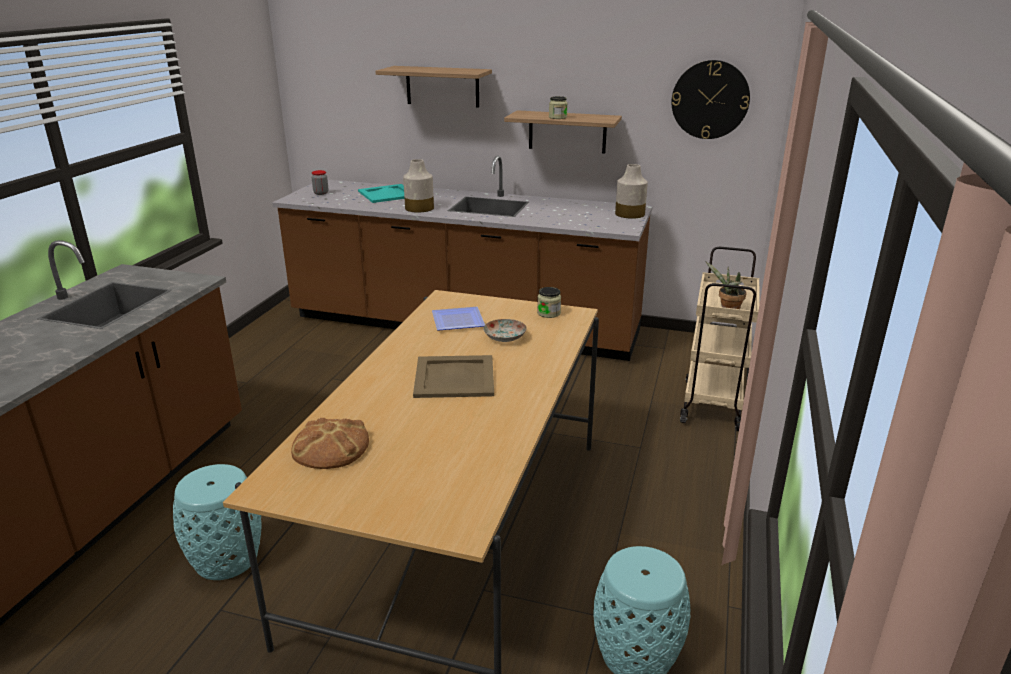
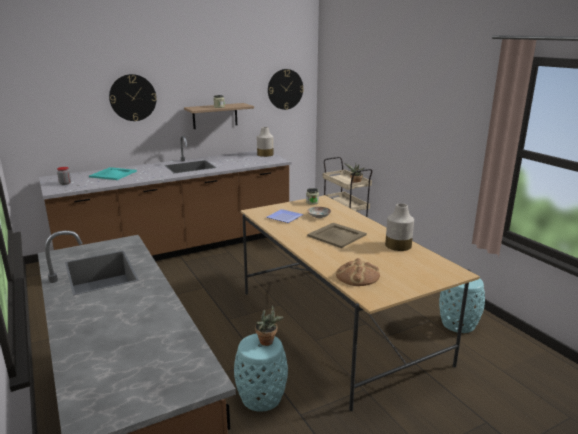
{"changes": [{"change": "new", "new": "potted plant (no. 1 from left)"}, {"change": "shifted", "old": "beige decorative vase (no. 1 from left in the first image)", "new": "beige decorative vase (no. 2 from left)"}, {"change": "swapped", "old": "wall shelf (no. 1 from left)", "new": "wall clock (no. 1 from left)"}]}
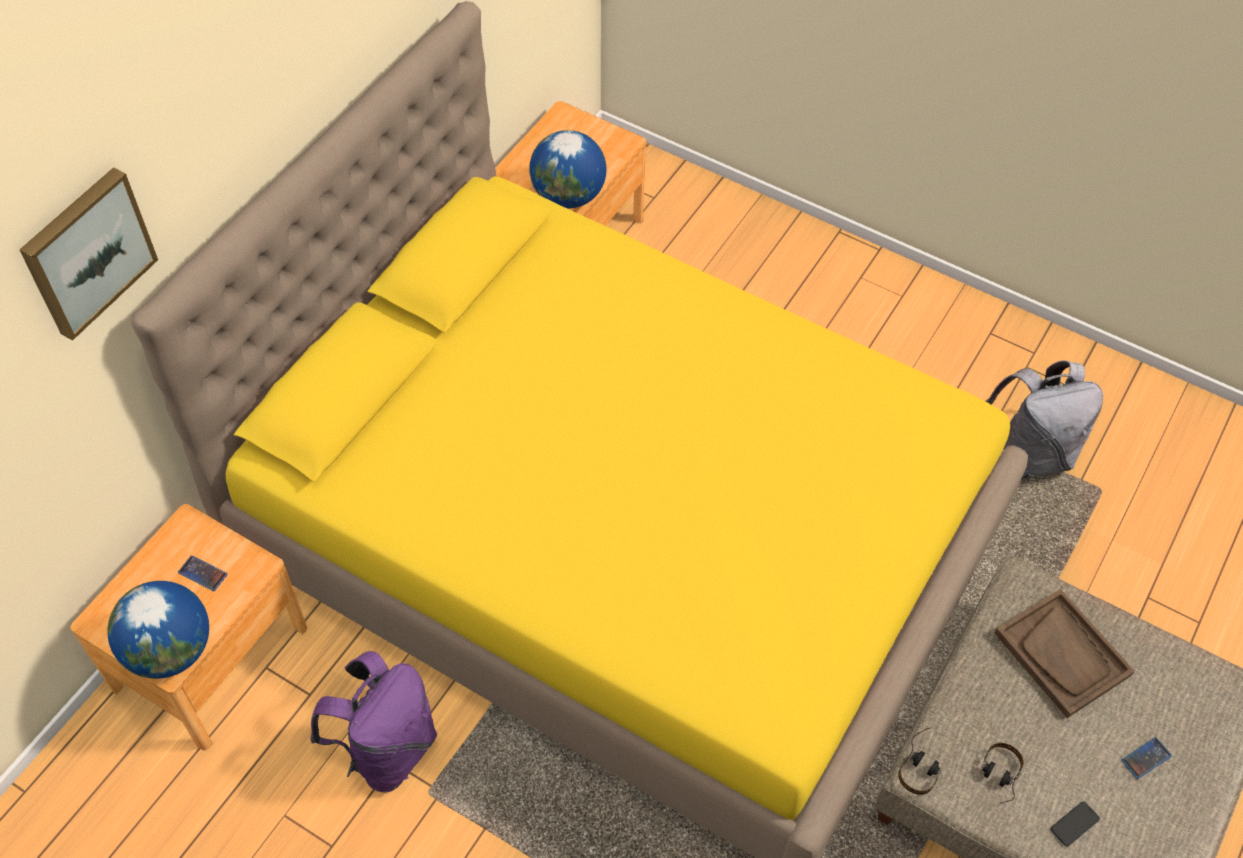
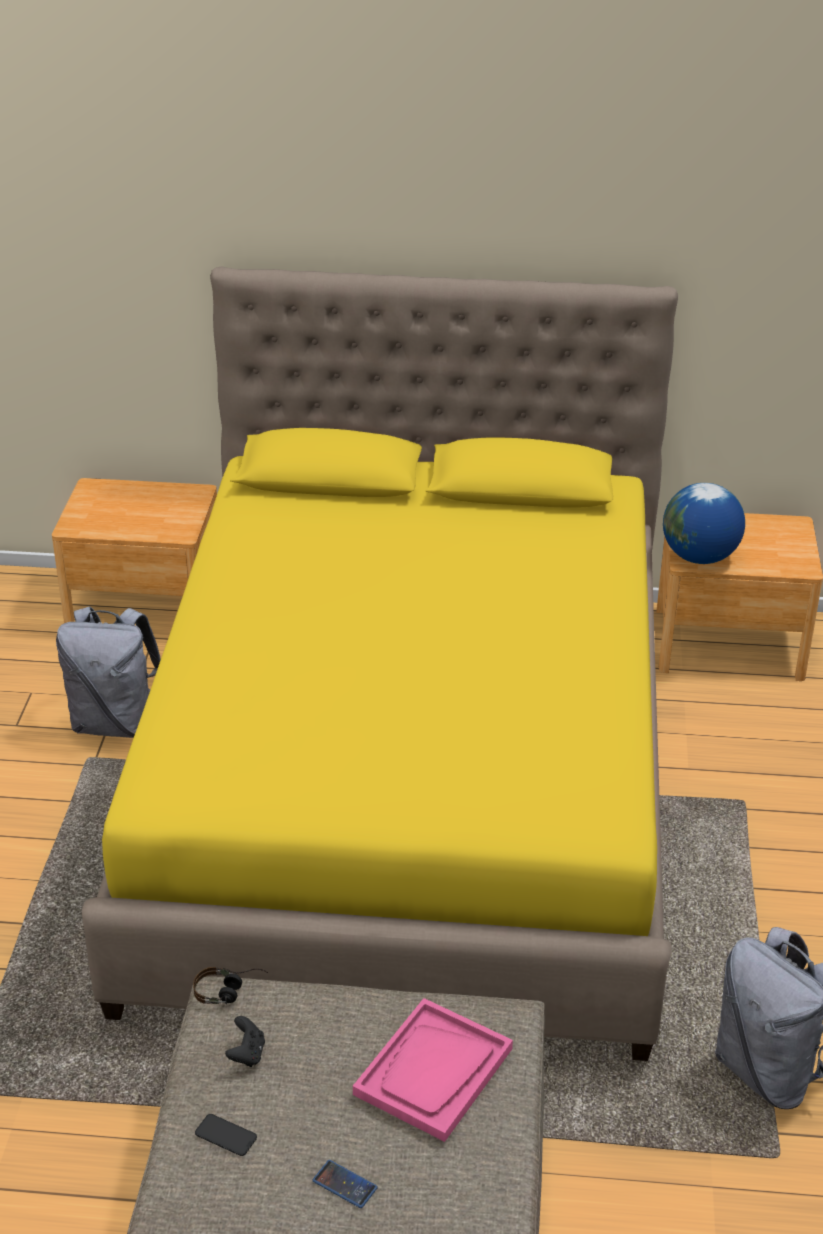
{"changes": [{"change": "gone", "old": "wall picture"}, {"change": "gone", "old": "globe (no. 1 from left)"}, {"change": "gone", "old": "handset (no. 1 from left)"}, {"change": "swapped", "old": "headphones (no. 2 from left)", "new": "black joypad"}, {"change": "repainted", "old": "purplish knapsack", "new": "grey knapsack (no. 1 from left)"}, {"change": "repainted", "old": "brown carrying tray", "new": "pinkish carrying tray"}]}
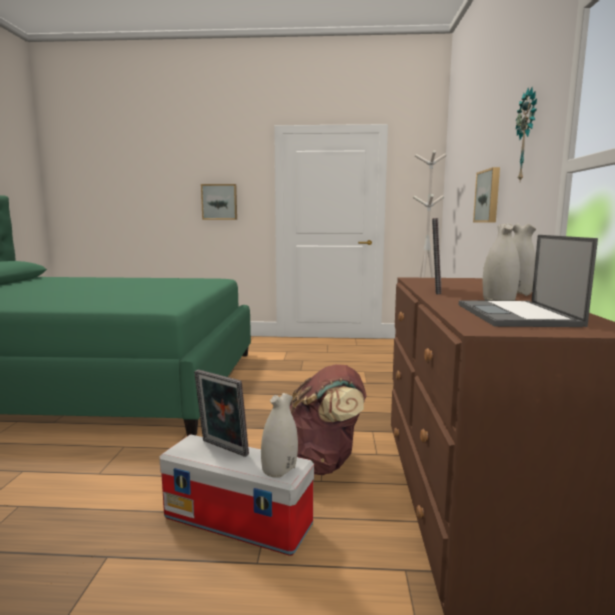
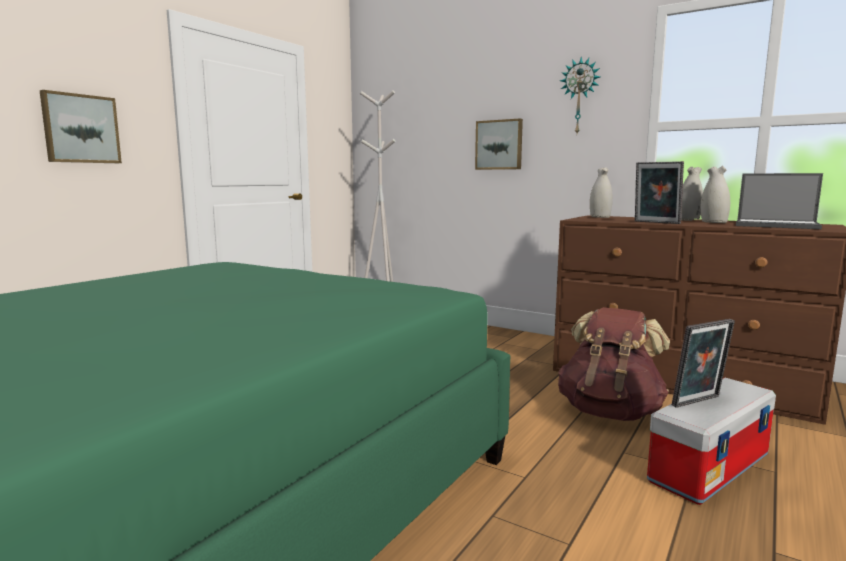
{"changes": [{"change": "shifted", "old": "whitish decorative vase (no. 1 from left)"}]}
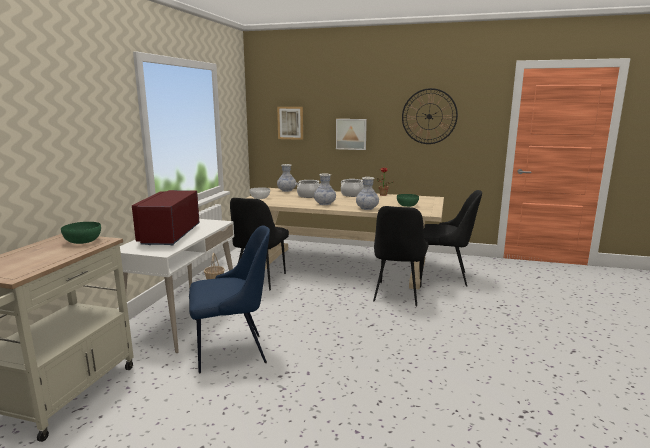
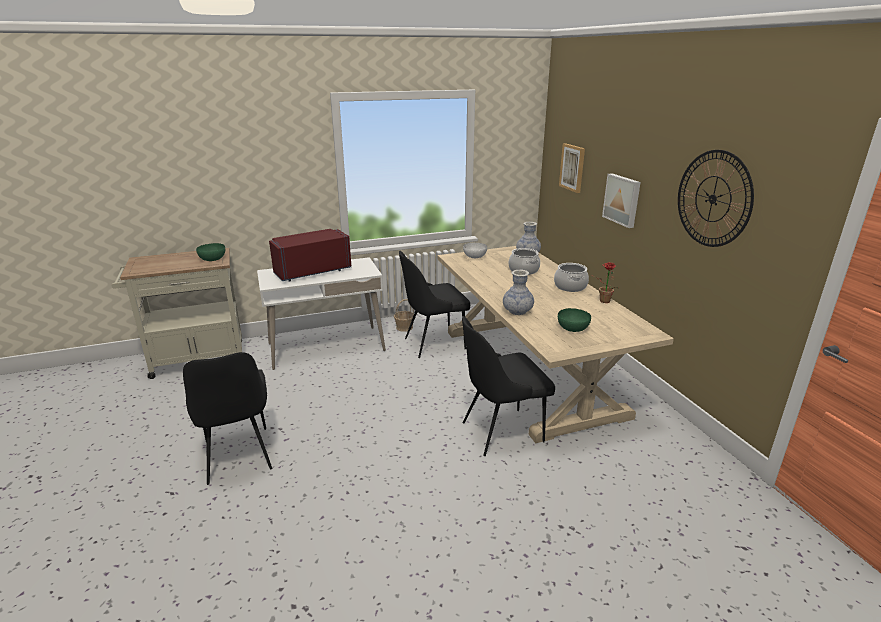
{"changes": [{"change": "gone", "old": "blue chair"}, {"change": "gone", "old": "decorative vase (no. 2 from left)"}, {"change": "shifted", "old": "black chair (no. 3 from left in the first image)", "new": "black chair (no. 1 from left)"}]}
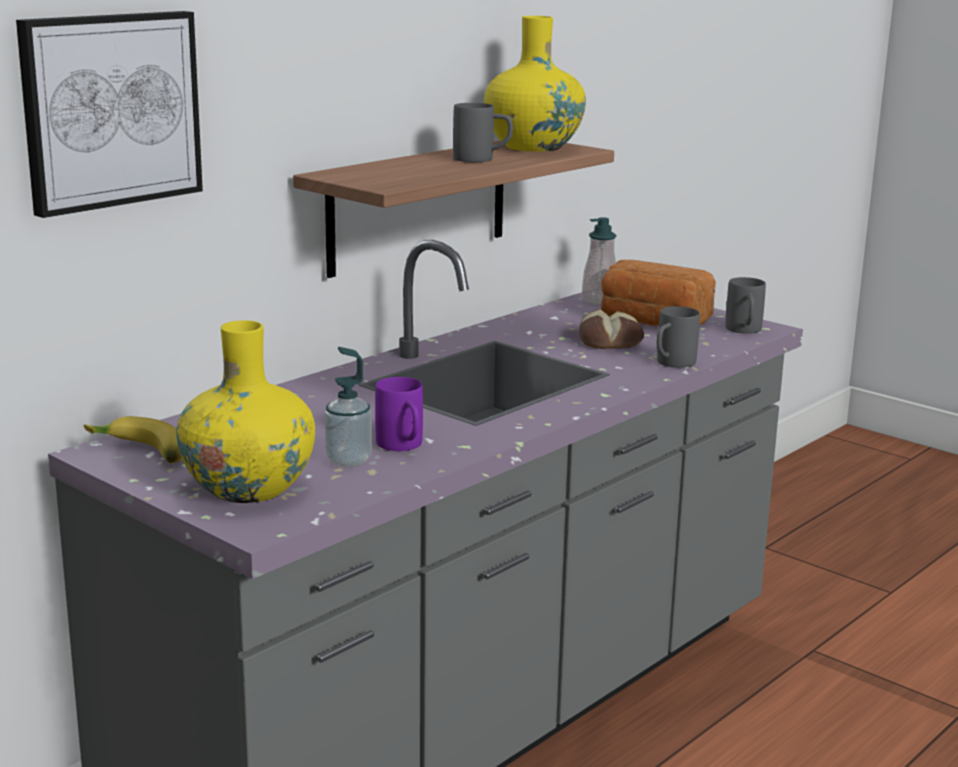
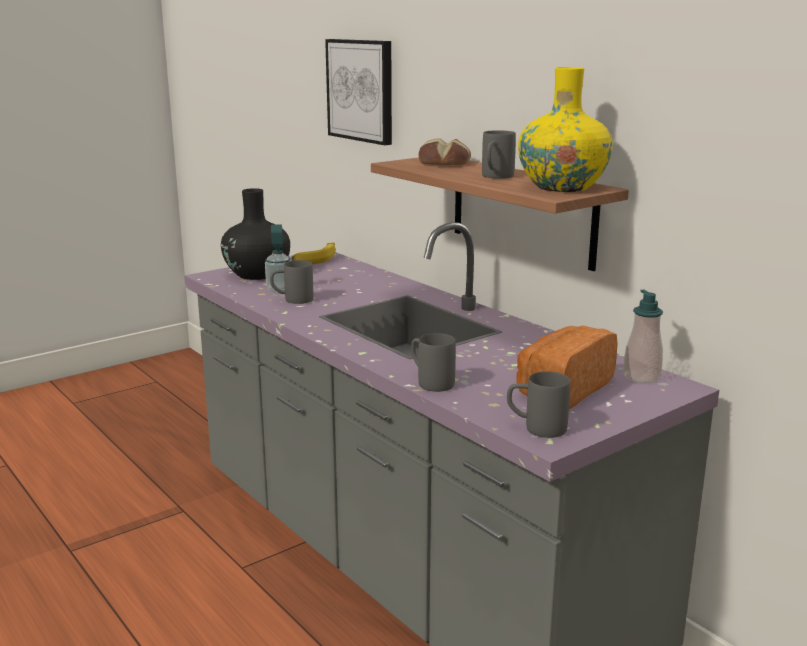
{"changes": [{"change": "shifted", "old": "bread (no. 1 from left)"}, {"change": "repainted", "old": "yellow-coloured decorative vase (no. 1 from left)", "new": "black decorative vase"}, {"change": "repainted", "old": "purplish tea mug", "new": "grey tea mug (no. 1 from left)"}]}
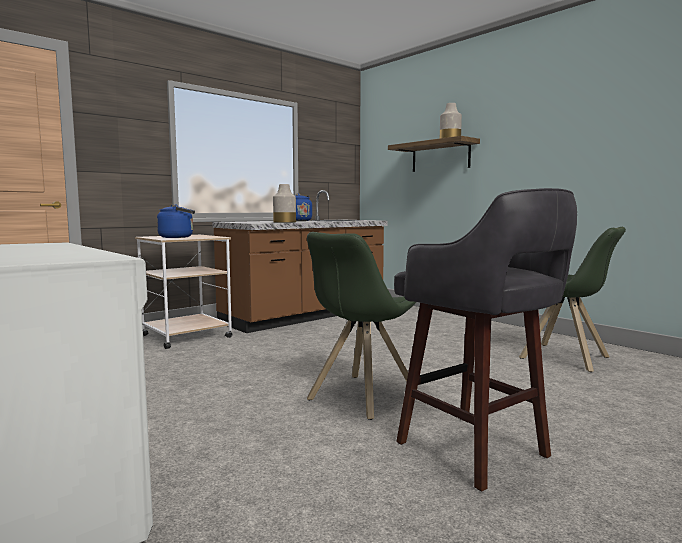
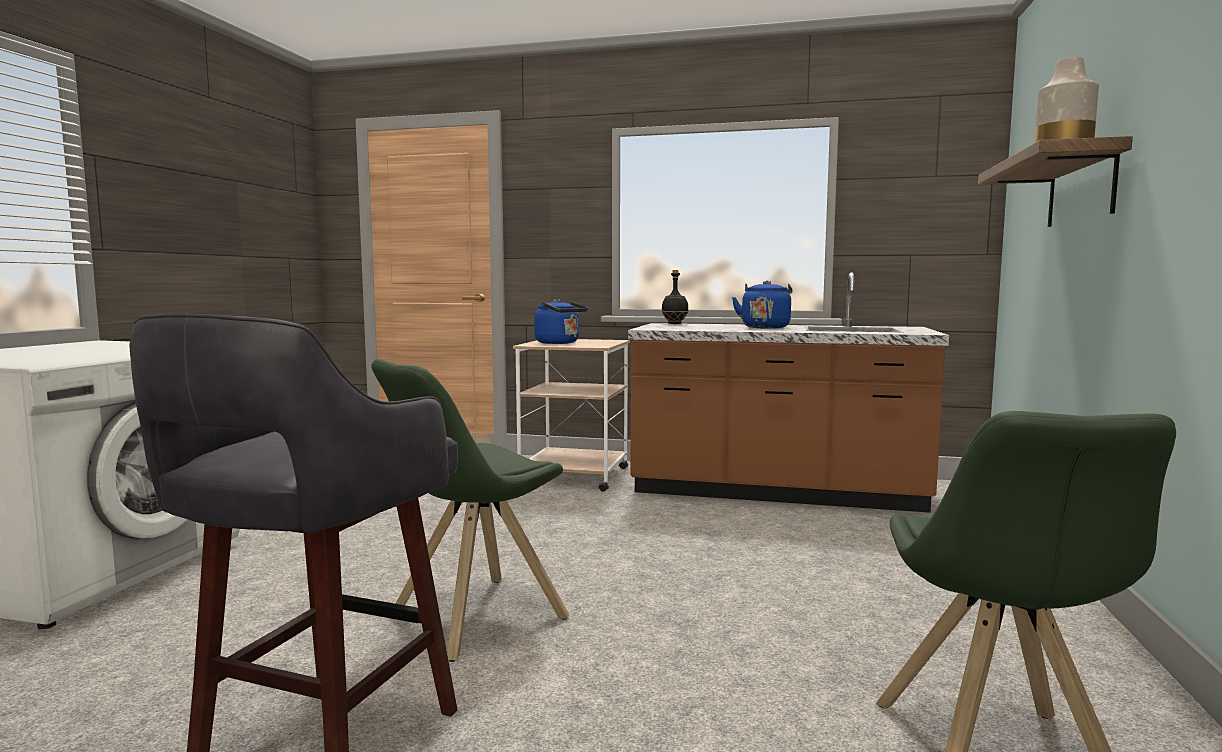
{"changes": [{"change": "gone", "old": "beige decorative vase (no. 1 from left)"}, {"change": "new", "new": "black beverage bottle"}, {"change": "rotated", "old": "greenish chair (no. 1 from left)", "degrees": -45}]}
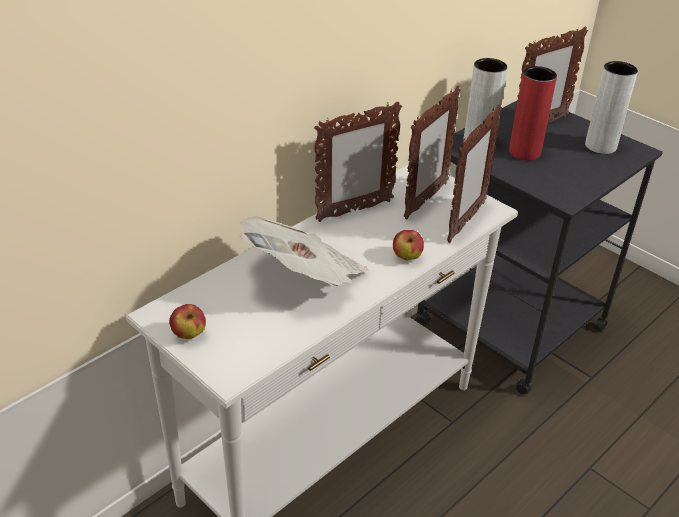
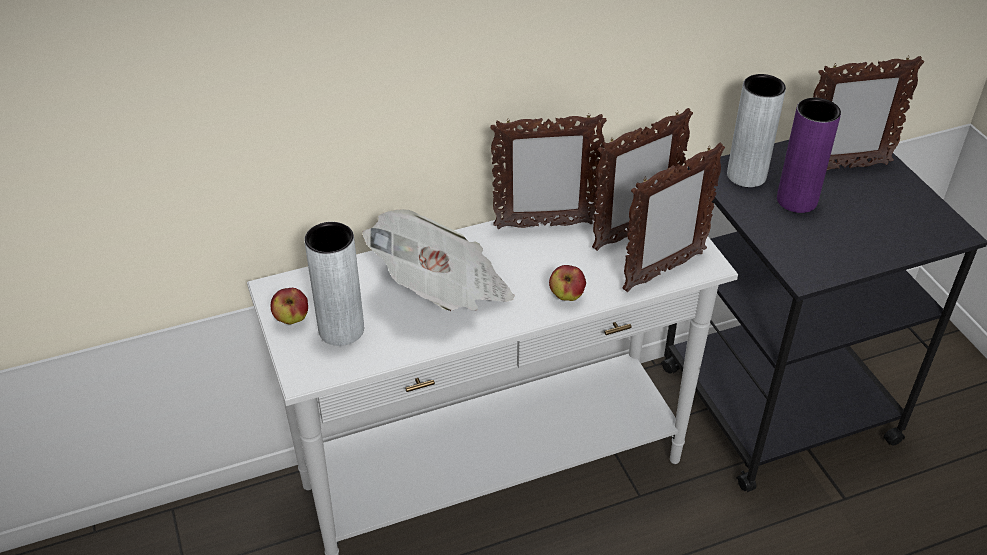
{"changes": [{"change": "shifted", "old": "grey decorative vase (no. 2 from left in the first image)", "new": "grey decorative vase (no. 1 from left)"}, {"change": "repainted", "old": "reddish decorative vase", "new": "purplish decorative vase"}]}
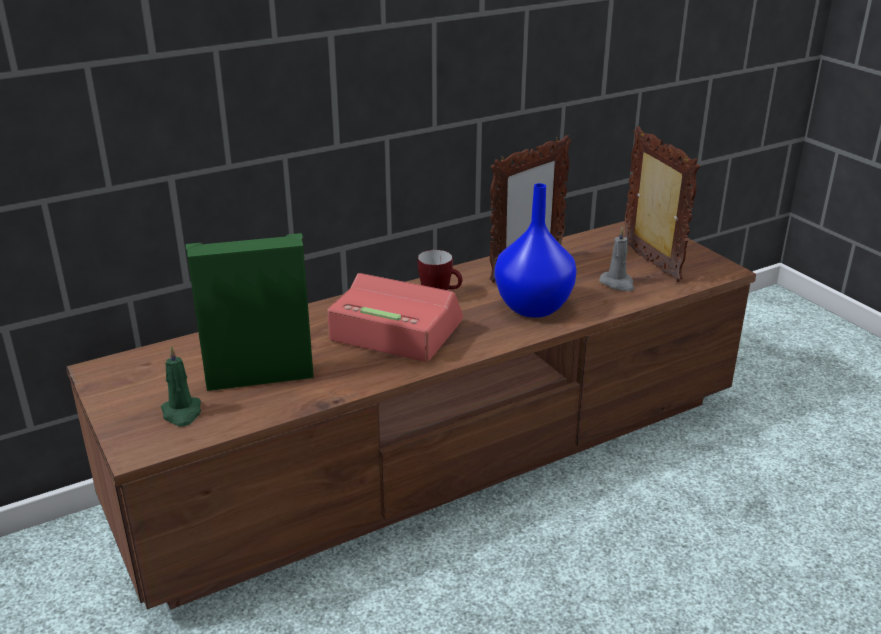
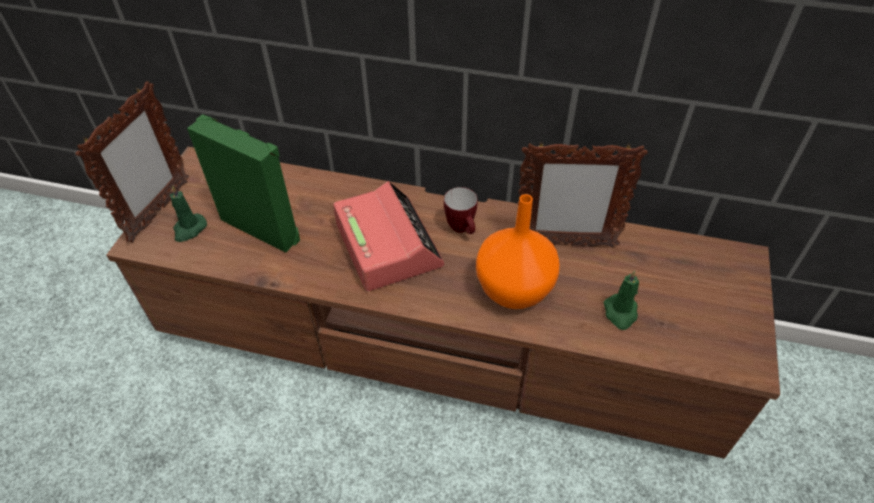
{"changes": [{"change": "shifted", "old": "standing frame (no. 2 from left in the first image)", "new": "standing frame (no. 1 from left)"}, {"change": "repainted", "old": "blue decorative vase", "new": "orangey decorative vase"}, {"change": "repainted", "old": "grey candle", "new": "greenish candle (no. 2 from left)"}]}
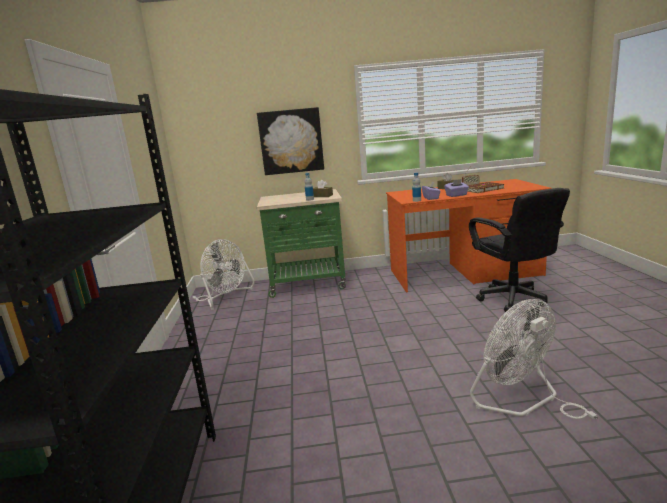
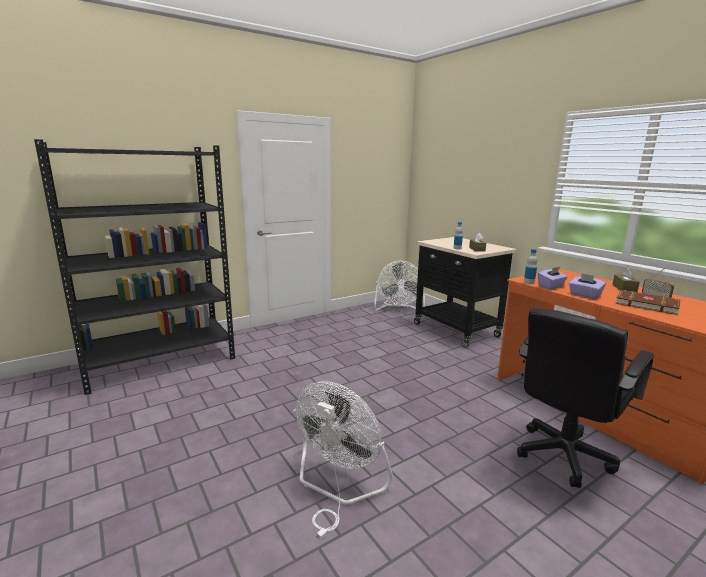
{"changes": [{"change": "gone", "old": "wall picture"}, {"change": "repainted", "old": "greenish cart", "new": "black cart"}]}
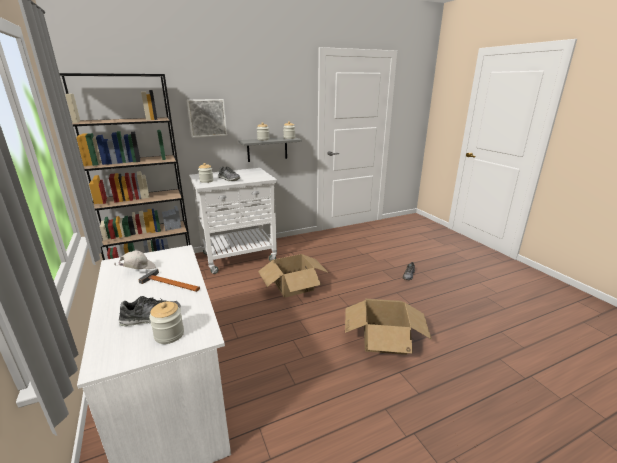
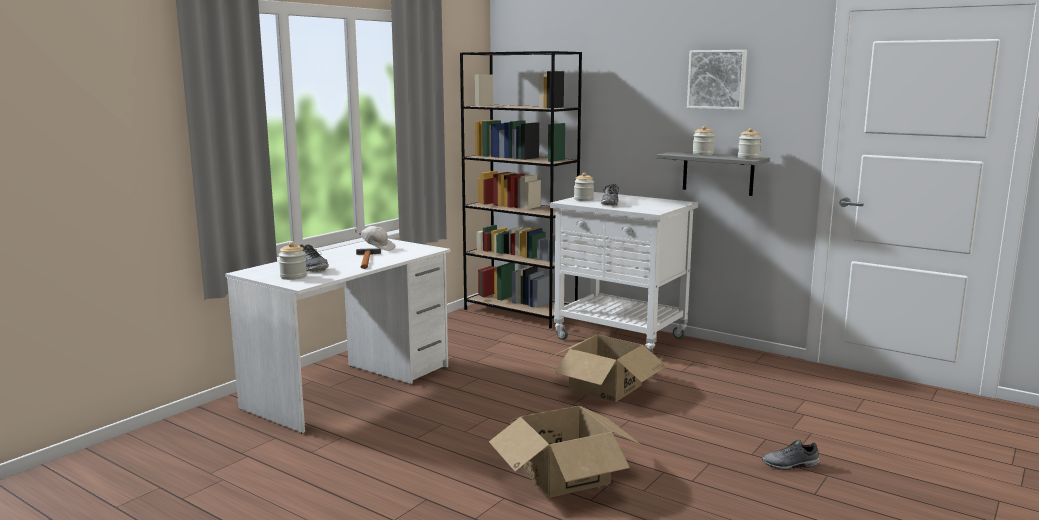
{"changes": [{"change": "shifted", "old": "wall picture"}]}
